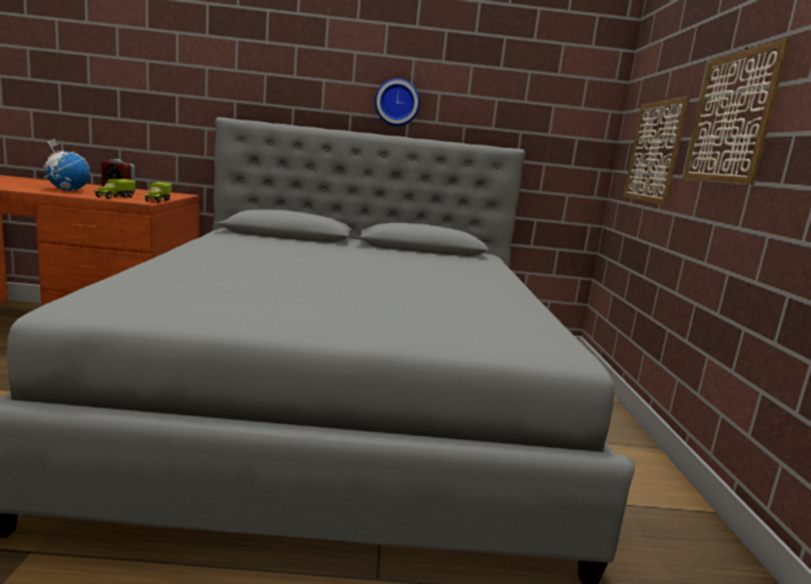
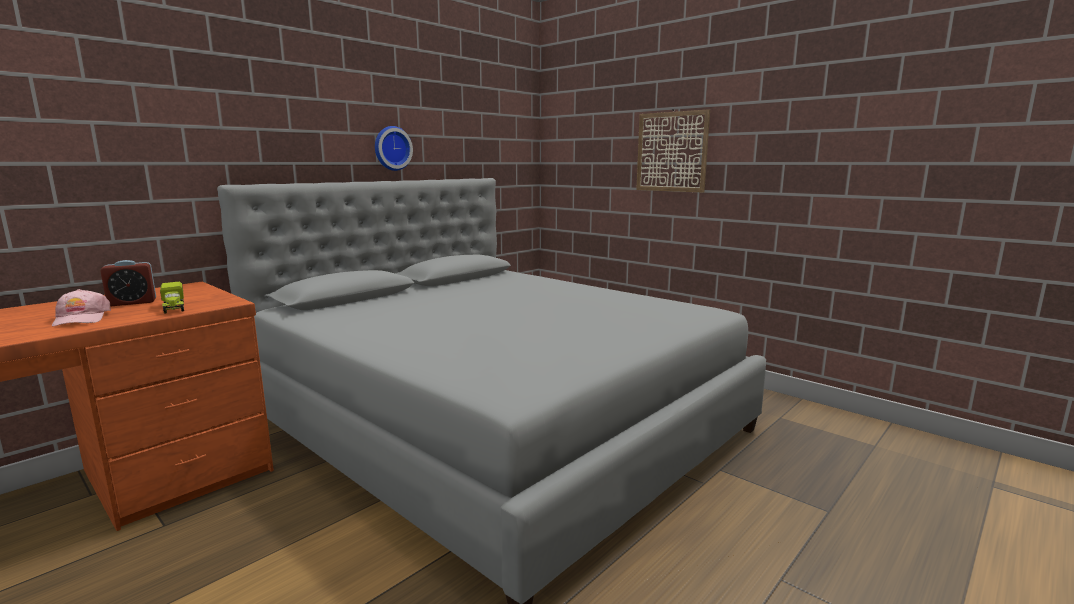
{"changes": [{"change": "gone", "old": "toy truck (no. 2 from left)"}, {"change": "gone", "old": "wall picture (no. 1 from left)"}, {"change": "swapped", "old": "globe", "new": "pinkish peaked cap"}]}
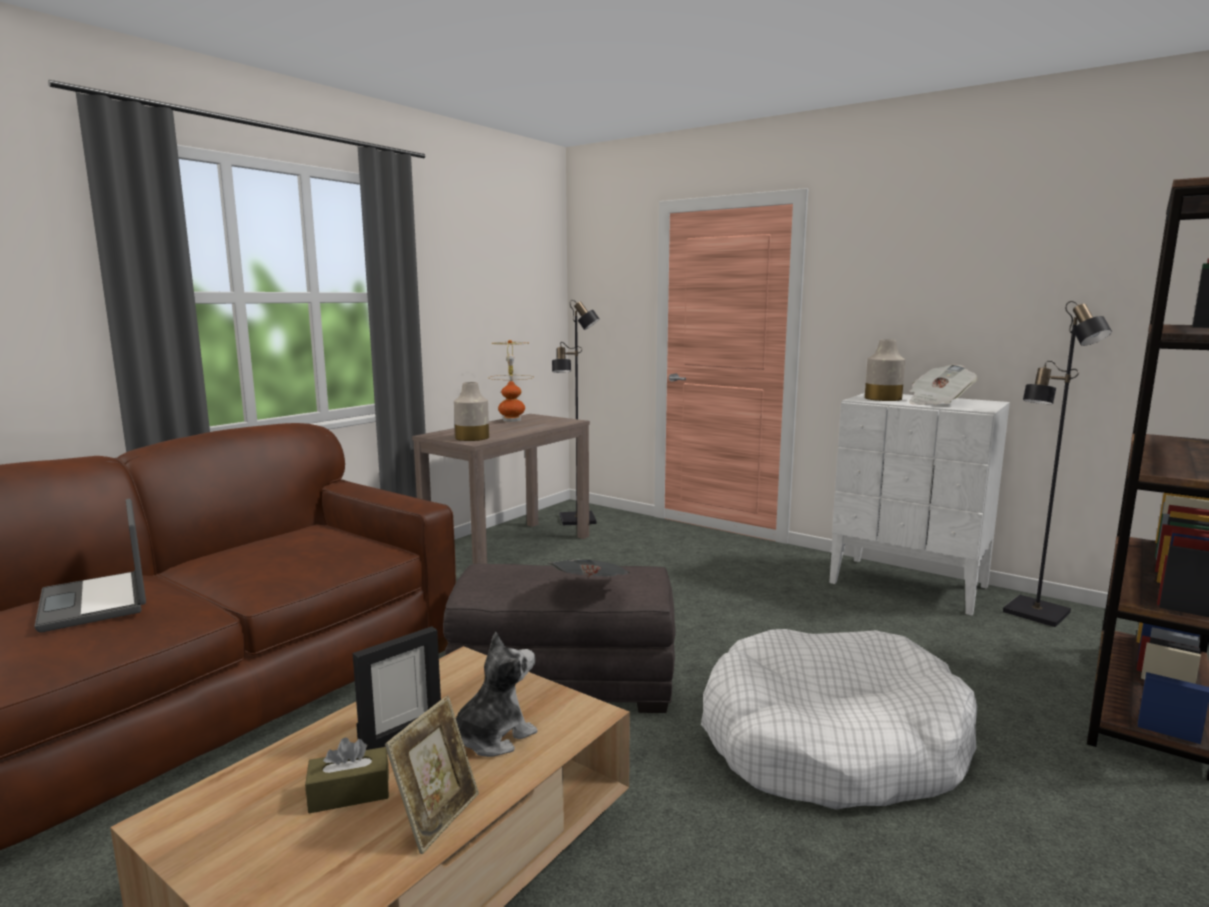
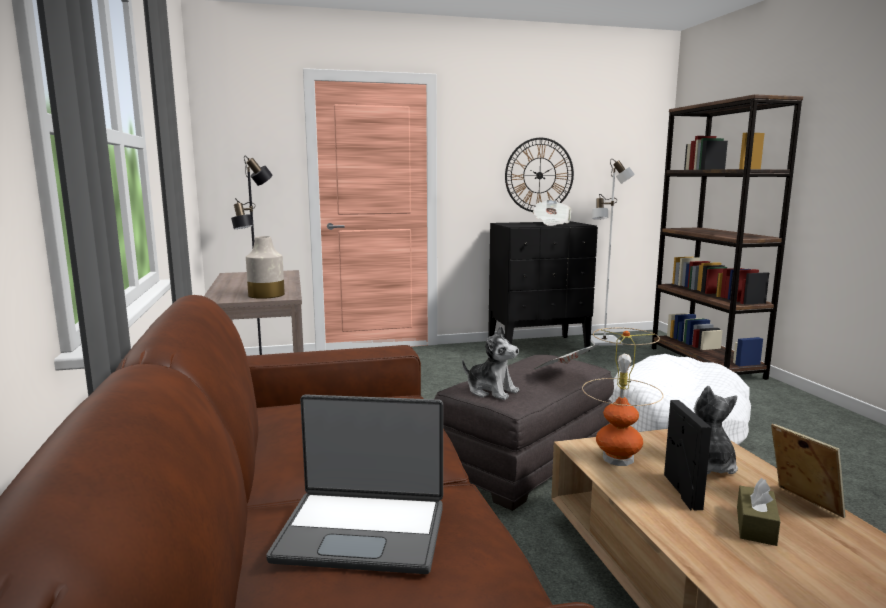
{"changes": [{"change": "gone", "old": "beige decorative vase (no. 2 from left)"}, {"change": "new", "new": "cuddly toy (no. 1 from left)"}, {"change": "new", "new": "wall clock"}, {"change": "shifted", "old": "table lamp"}, {"change": "repainted", "old": "whitish dresser", "new": "black dresser"}, {"change": "repainted", "old": "black standing lamp (no. 2 from left)", "new": "whitish standing lamp"}]}
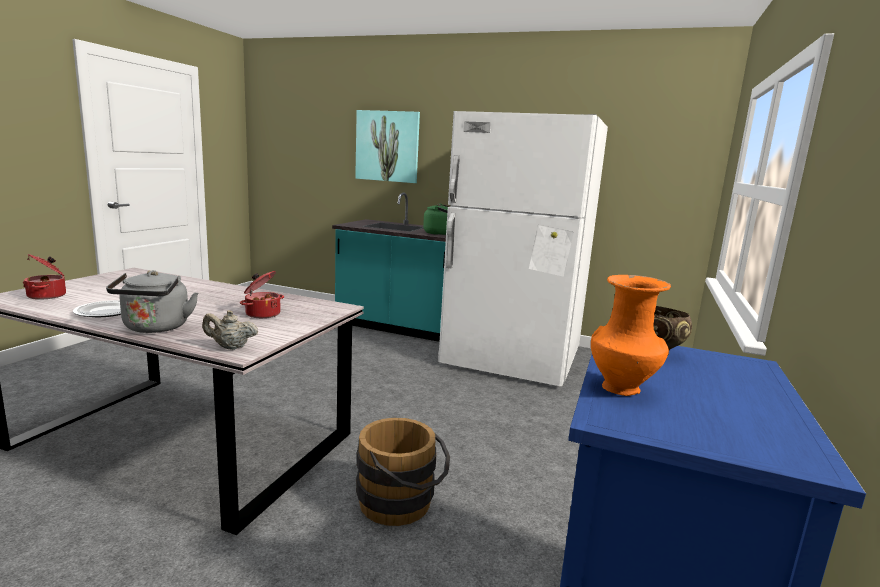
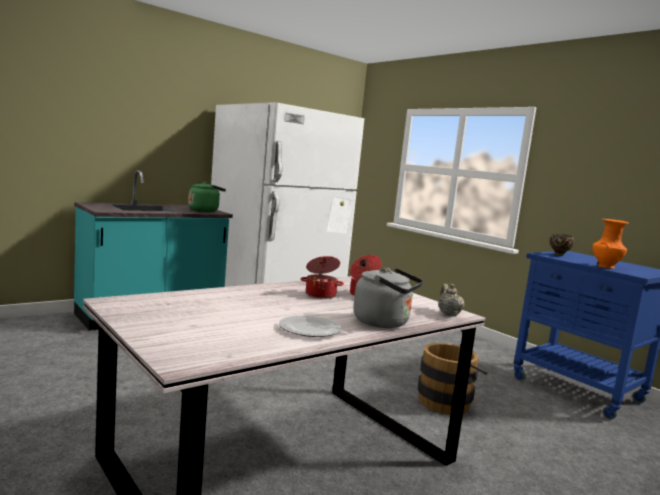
{"changes": [{"change": "gone", "old": "wall picture"}, {"change": "shifted", "old": "cooking pot (no. 1 from left)"}, {"change": "rotated", "old": "beige pot for tea", "degrees": 135}]}
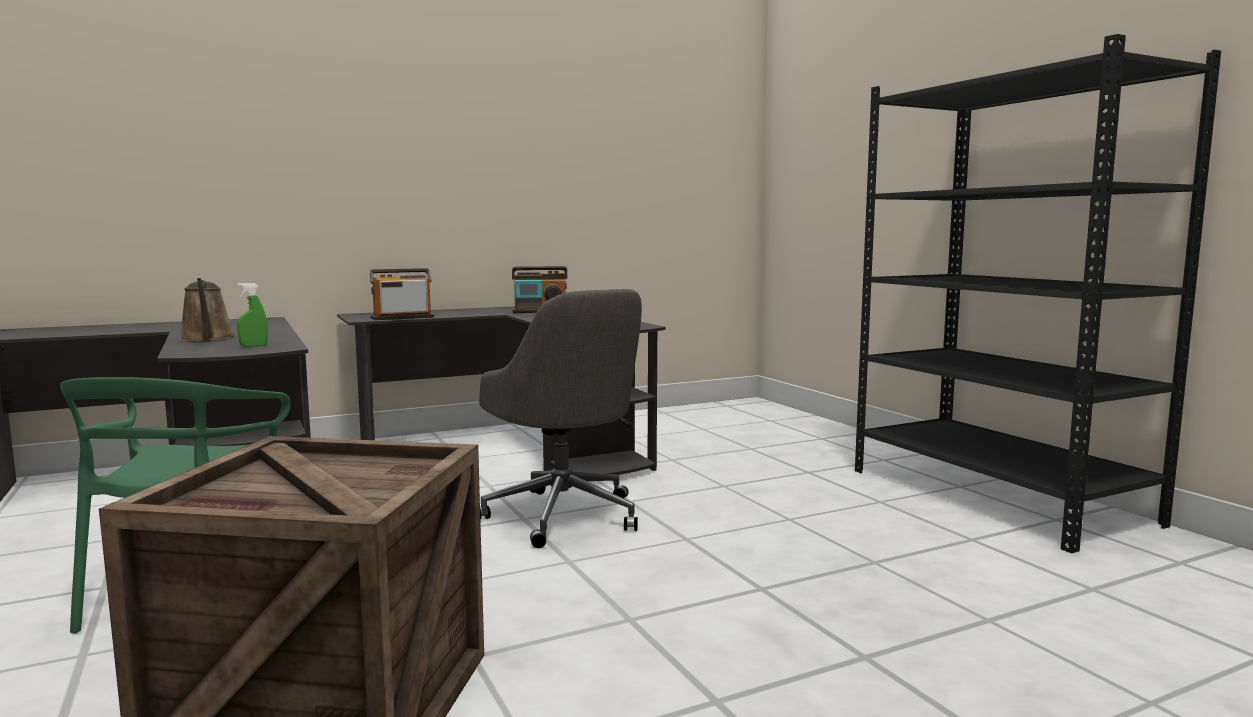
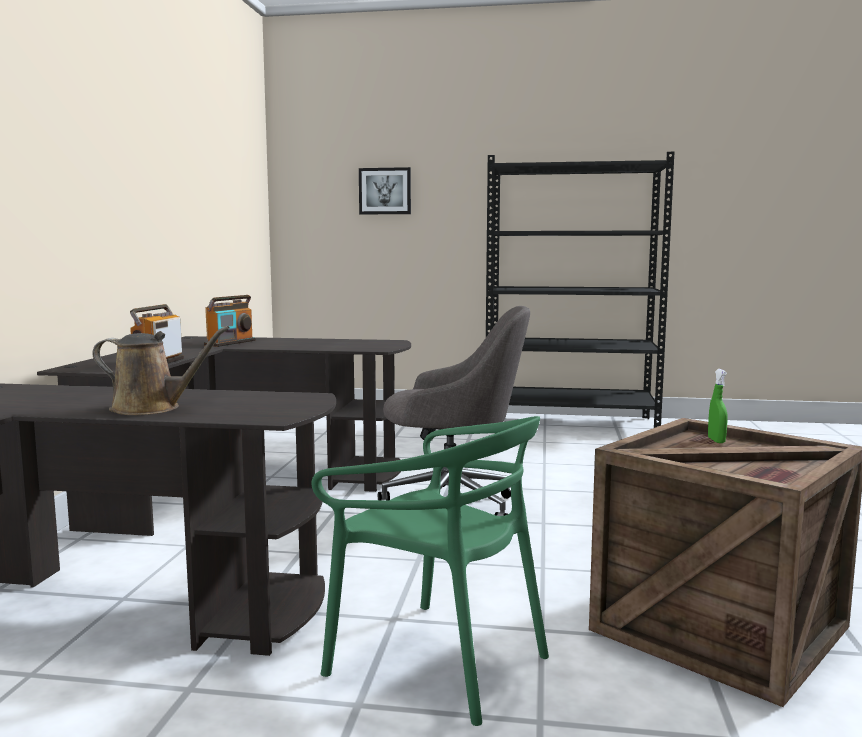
{"changes": [{"change": "new", "new": "wall picture"}, {"change": "shifted", "old": "greenish sprayer"}]}
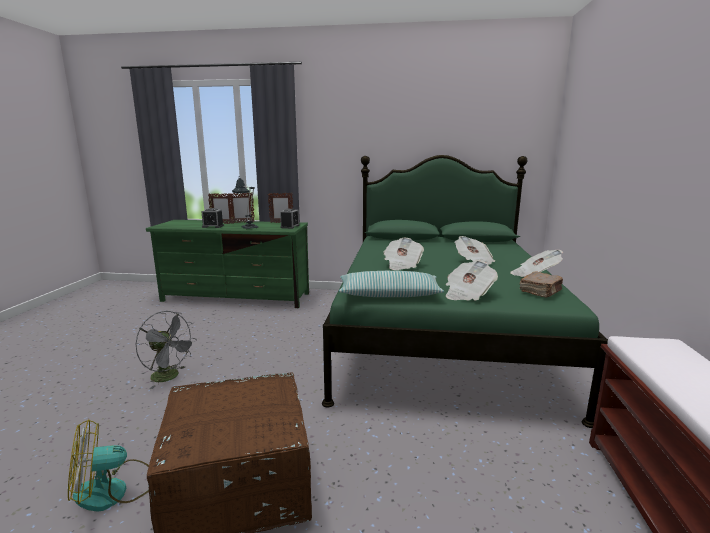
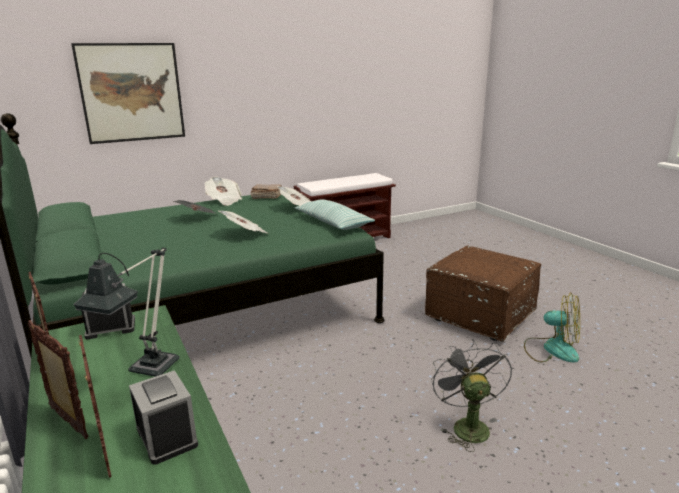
{"changes": [{"change": "new", "new": "wall picture"}]}
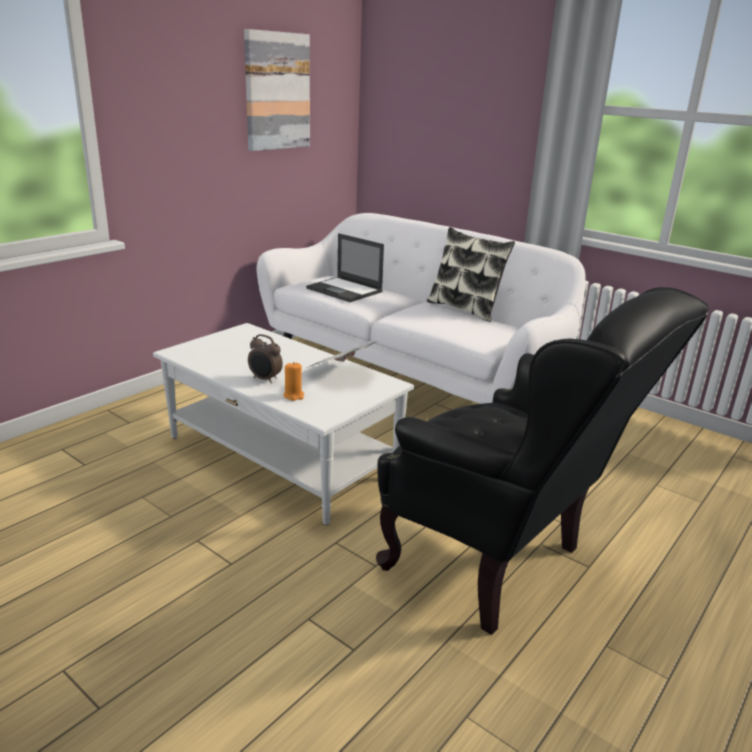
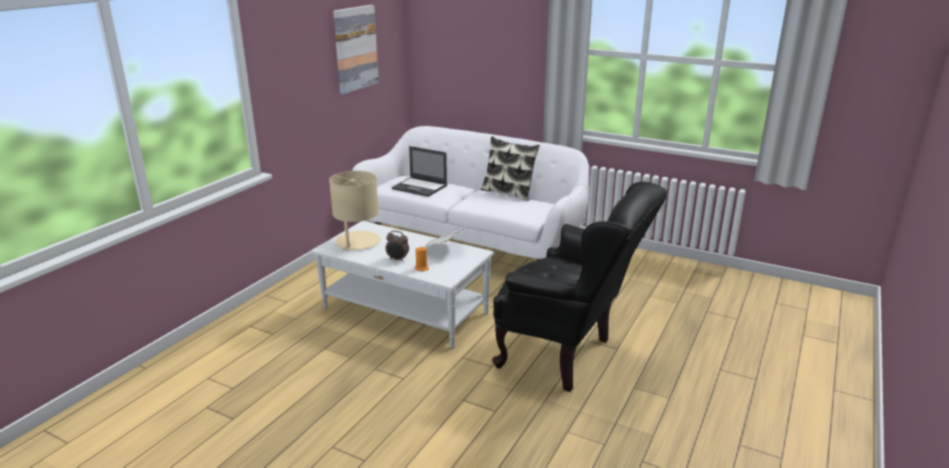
{"changes": [{"change": "new", "new": "beige table lamp"}]}
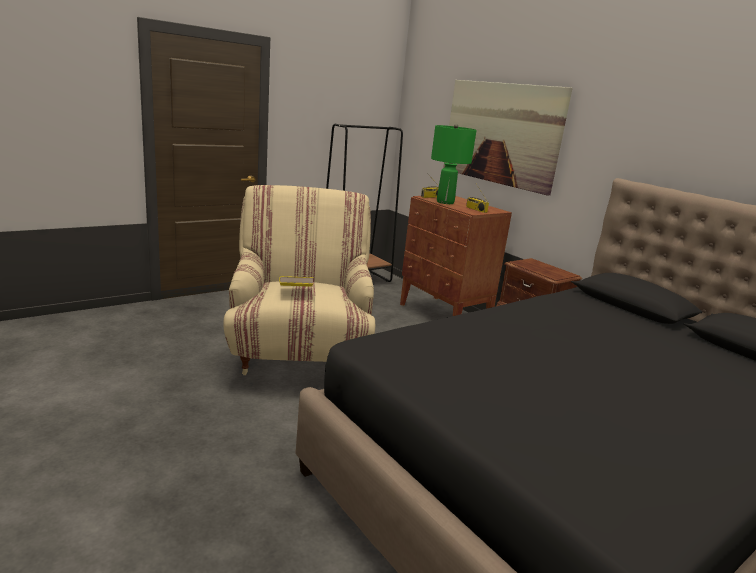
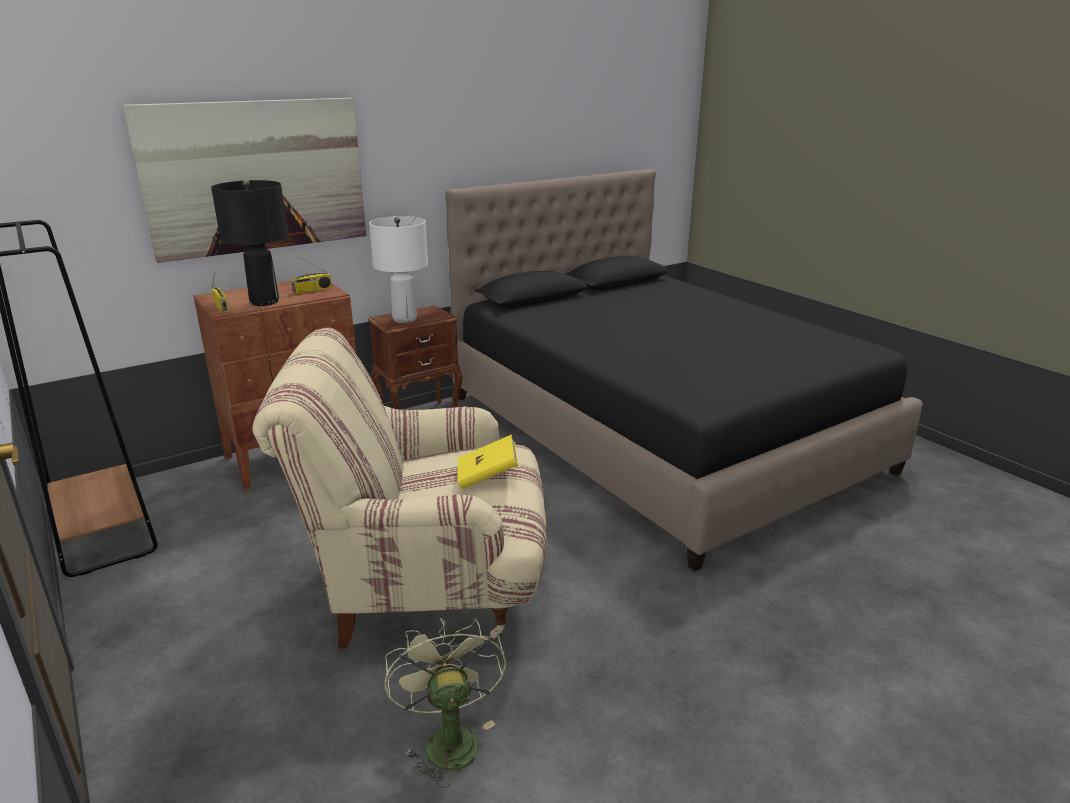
{"changes": [{"change": "new", "new": "whitish table lamp"}, {"change": "new", "new": "greenish fan"}, {"change": "repainted", "old": "greenish table lamp", "new": "black table lamp"}]}
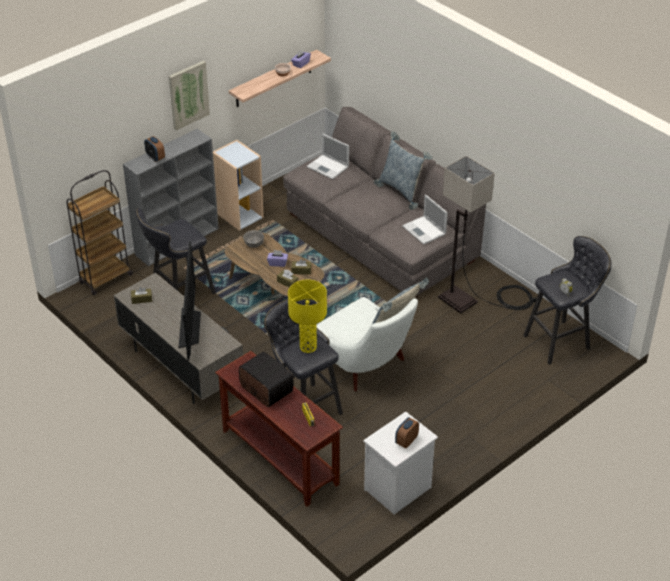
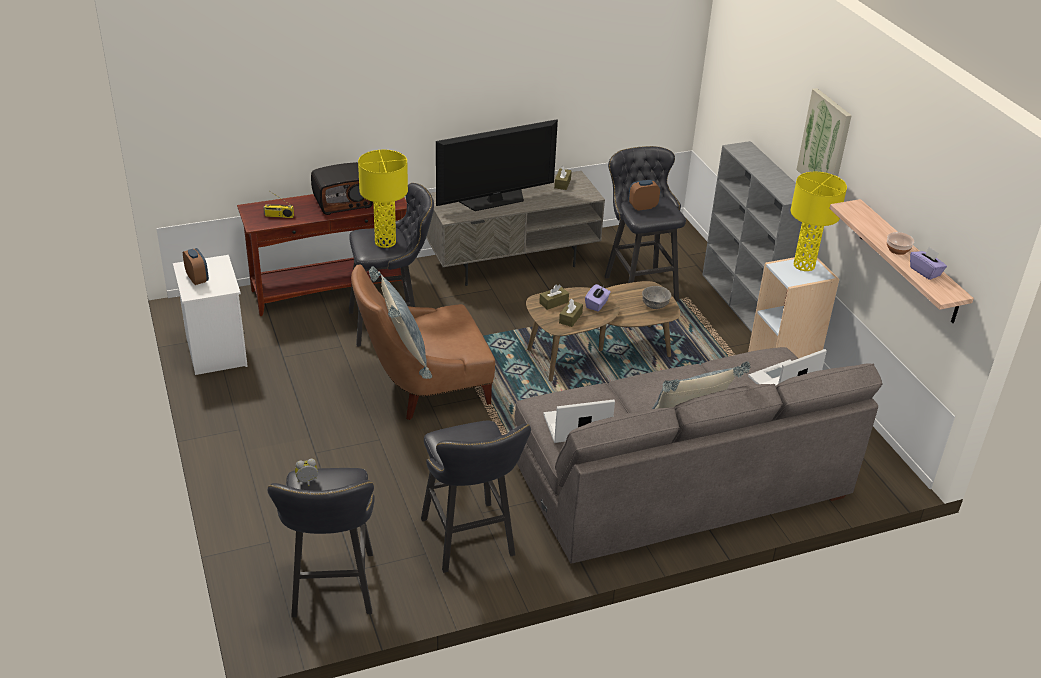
{"changes": [{"change": "gone", "old": "brown cart"}, {"change": "new", "new": "yellow-coloured table lamp (no. 2 from left)"}, {"change": "shifted", "old": "table clock (no. 1 from left in the first image)", "new": "table clock (no. 3 from left)"}, {"change": "swapped", "old": "standing lamp", "new": "black stool seat (no. 3 from left)"}, {"change": "repainted", "old": "whitish easy chair", "new": "brown easy chair"}, {"change": "rotated", "old": "TV set", "degrees": -45}]}
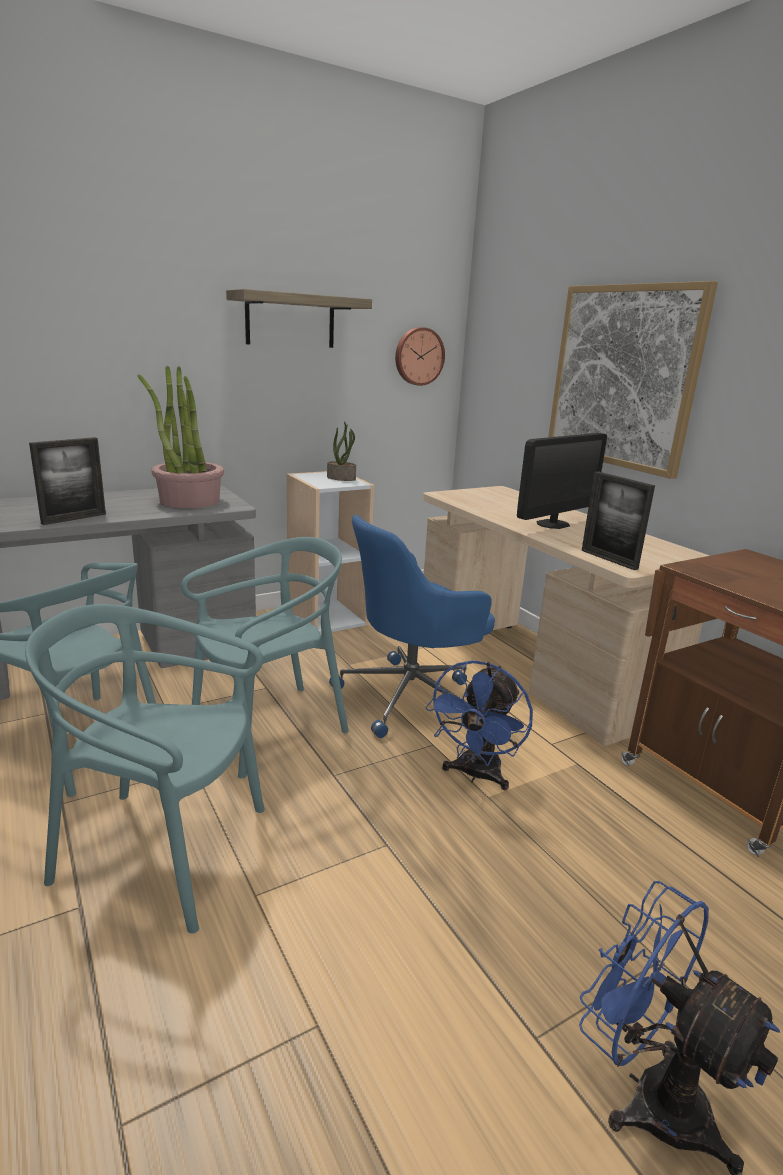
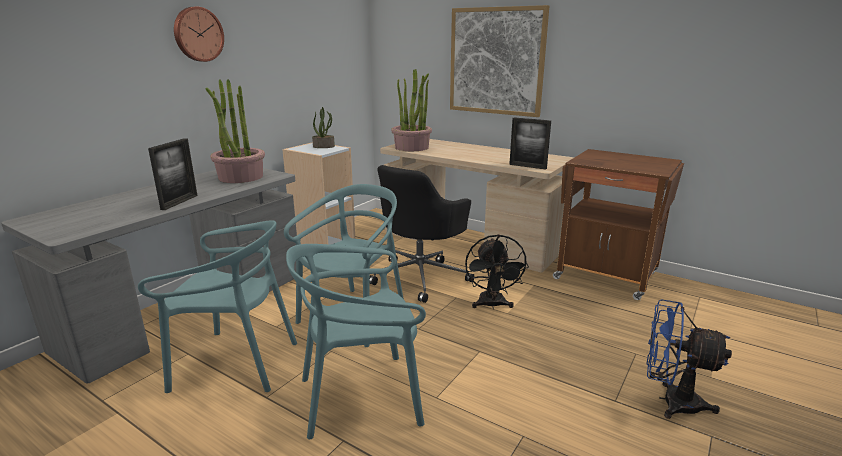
{"changes": [{"change": "gone", "old": "wall shelf"}, {"change": "gone", "old": "computer display"}, {"change": "new", "new": "potted plant (no. 3 from left)"}, {"change": "shifted", "old": "wall clock"}, {"change": "repainted", "old": "blue computer chair", "new": "black computer chair"}, {"change": "repainted", "old": "blue fan (no. 1 from left)", "new": "black fan"}]}
